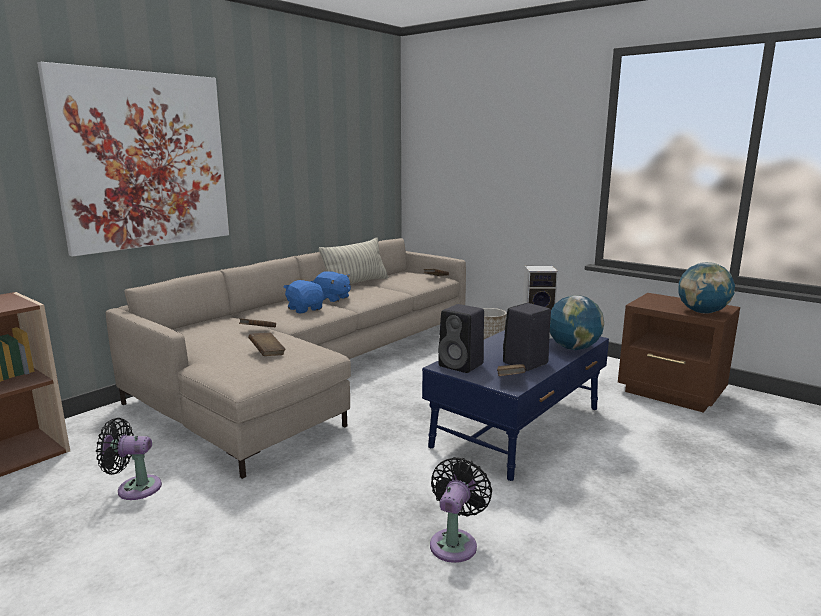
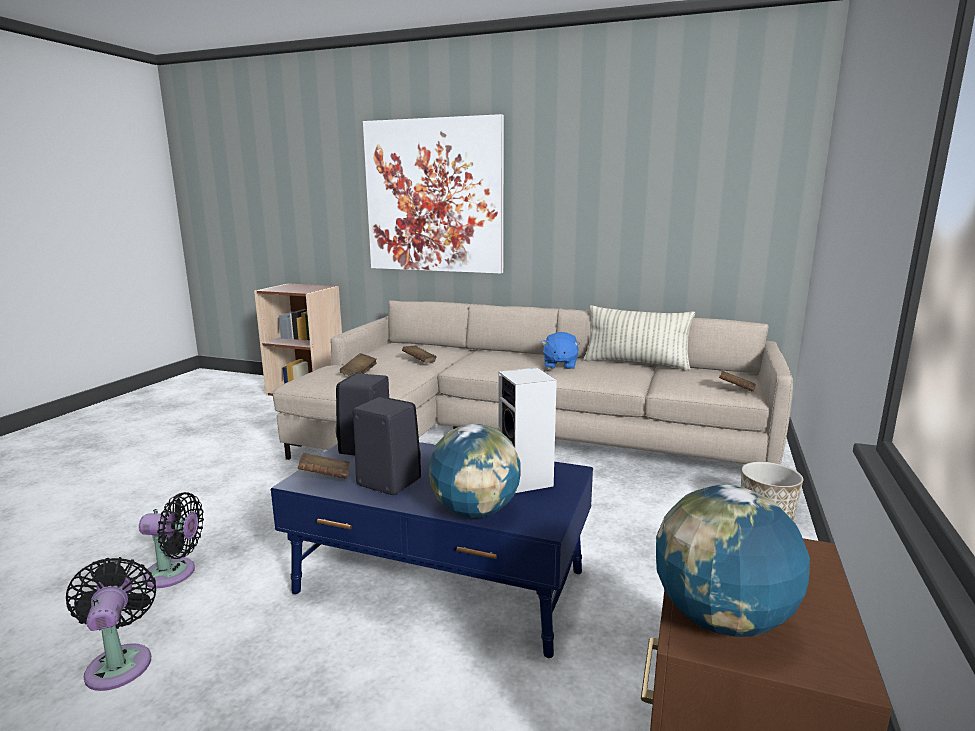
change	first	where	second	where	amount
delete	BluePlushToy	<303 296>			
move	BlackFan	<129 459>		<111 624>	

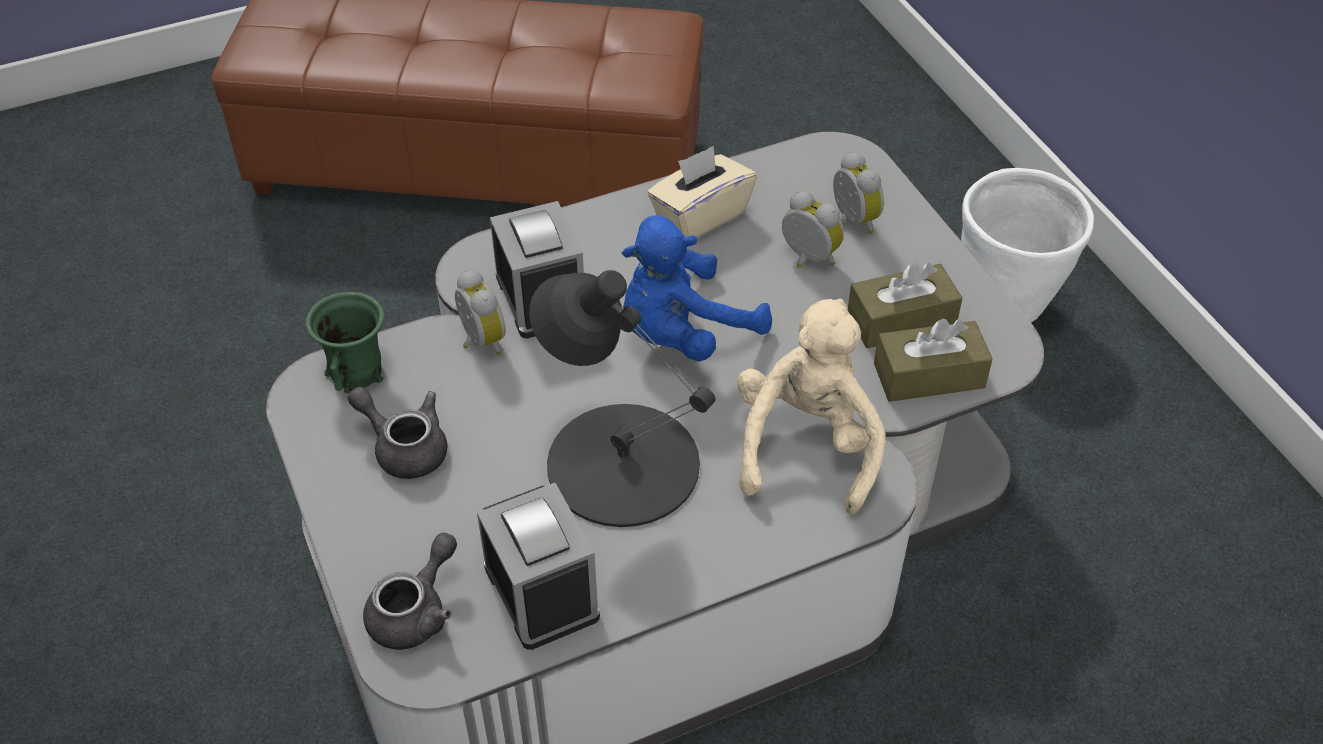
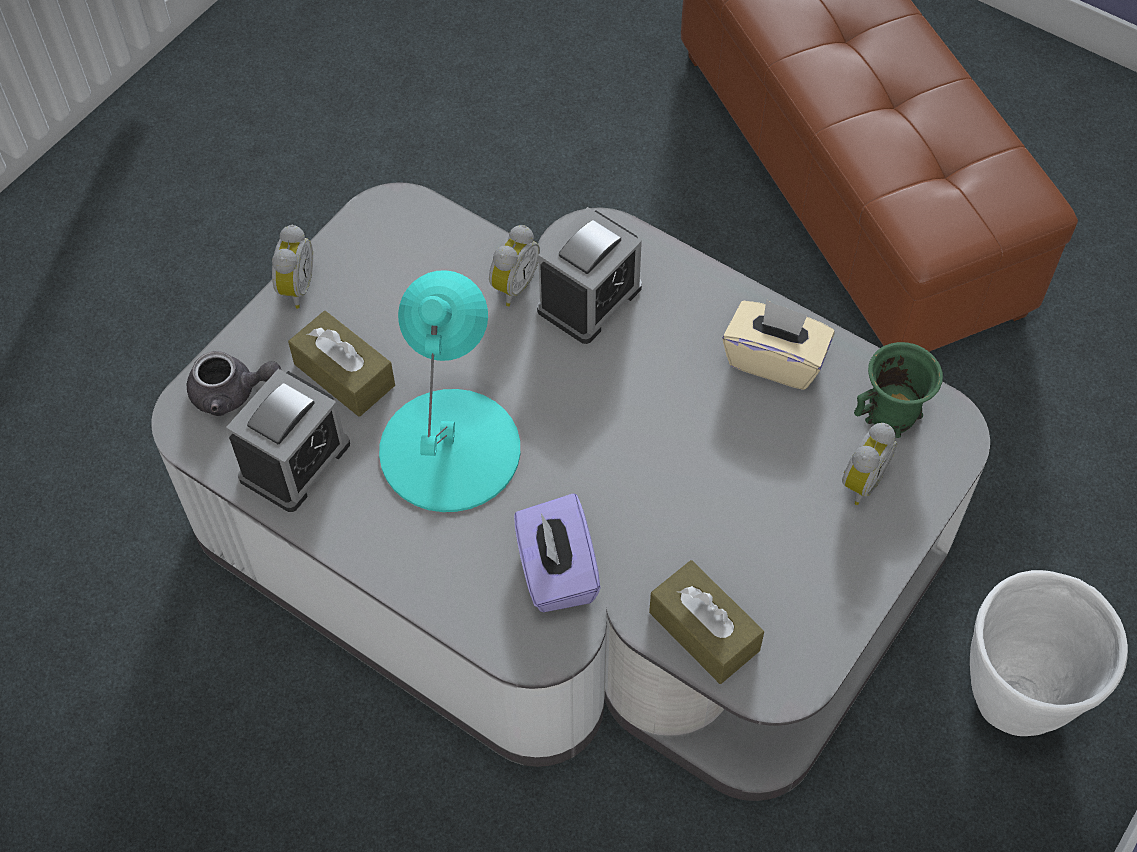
change	first	where	second	where	amount
move	AlarmClock	<813 229>		<292 267>	
delete	BluePlushToy	<697 288>			
move	BrownTissueBox	<905 305>		<341 364>	
recolor	BlackTableLamp	<622 398>	TurquoiseTableLamp	<449 391>	
move	GreenMug	<345 342>		<898 390>	
replace	BeigePlushToy	<811 407>	PurpleTissueBox	<557 552>	
delete	GreyTeapot	<397 433>			

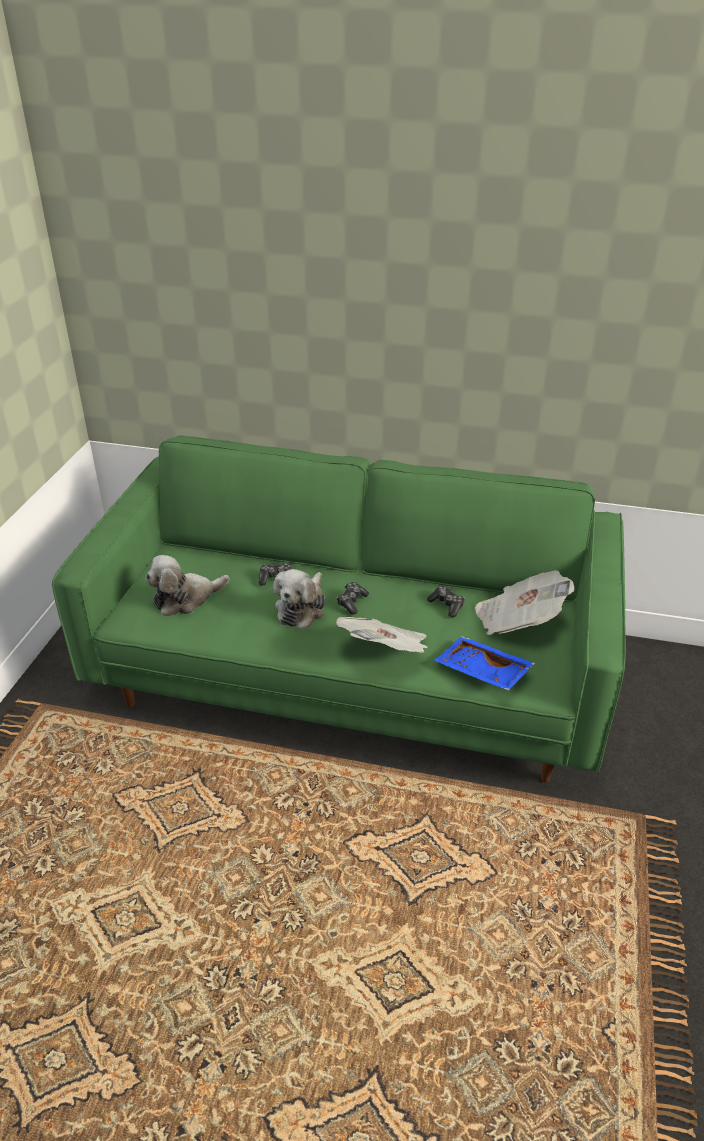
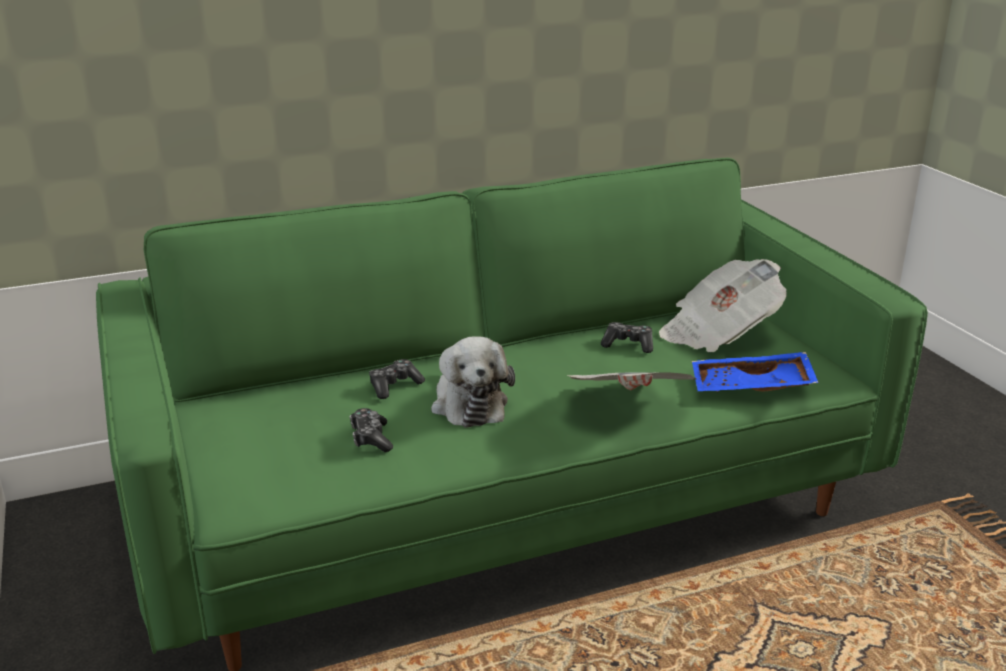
change	first	where	second	where	amount
delete	PlushToy	<187 585>			
move	GameController	<353 598>		<371 430>	

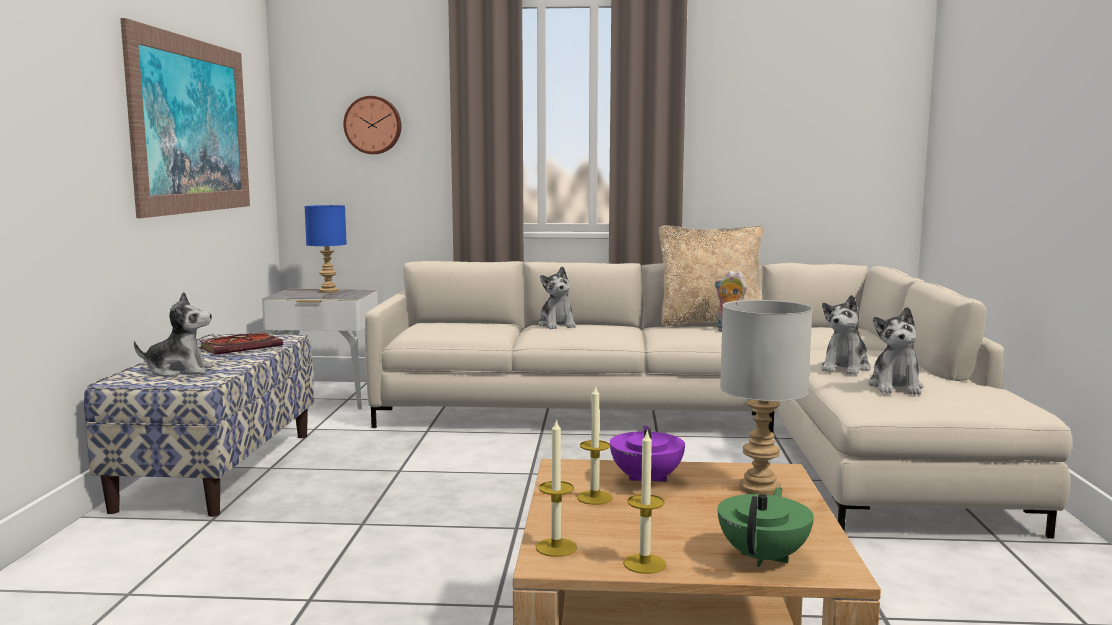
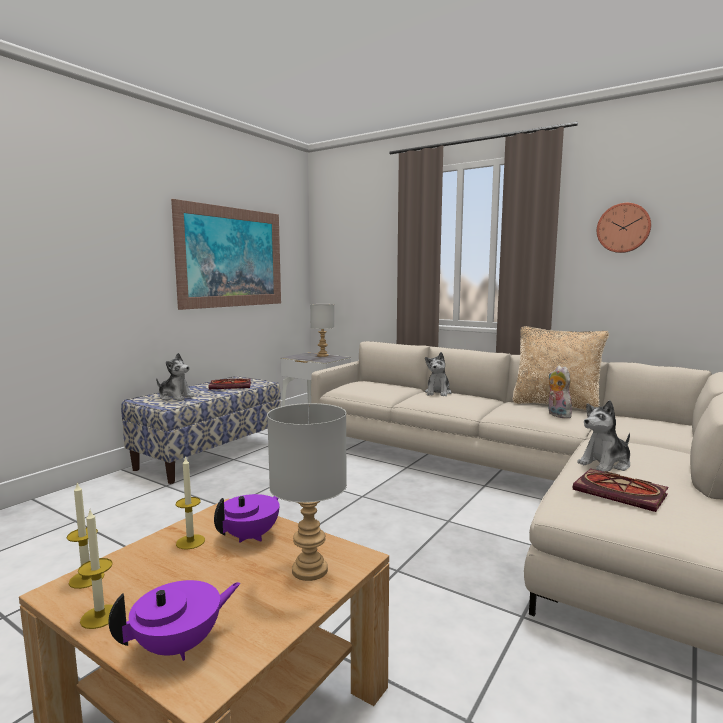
change	first	where	second	where	amount
move	WallClock	<372 125>		<624 228>	
recolor	BlueTableLamp	<325 249>	GreyTableLamp	<322 330>	
replace	PlushToy	<895 351>	Book	<621 490>	
recolor	GreenTeapot	<766 527>	PurpleTeapot	<174 620>	

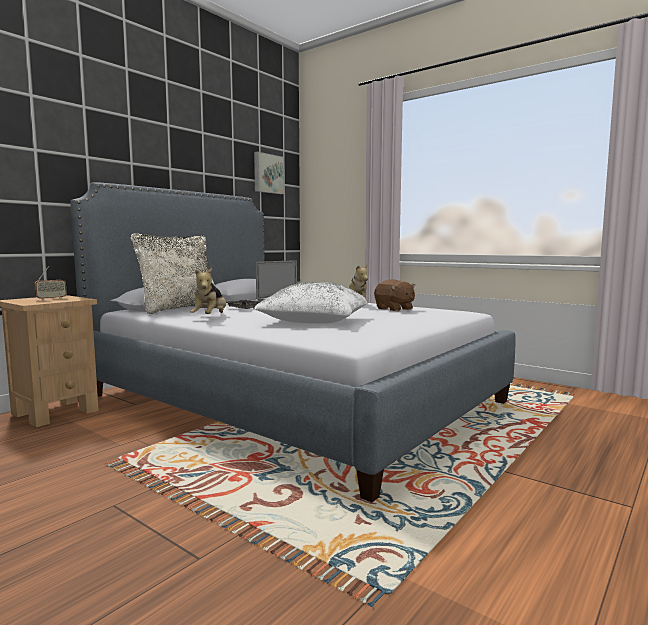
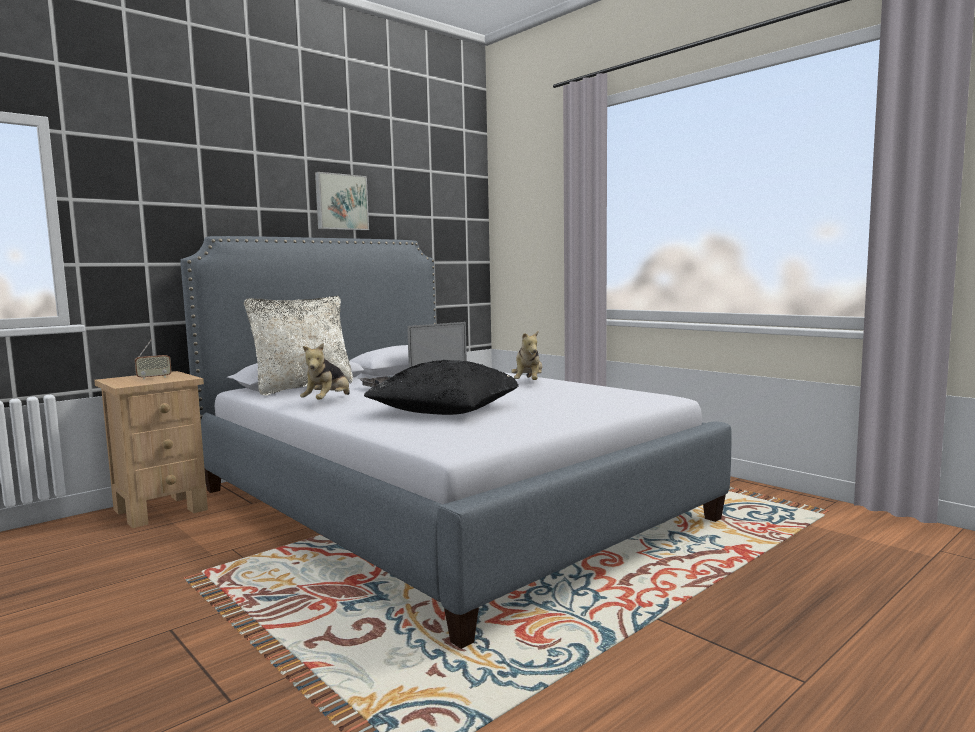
change	first	where	second	where	amount
move	Picture	<269 173>		<342 201>	
delete	BrownPlushToy	<394 295>			
recolor	WhitePillow	<310 302>	BlackPillow	<441 387>	

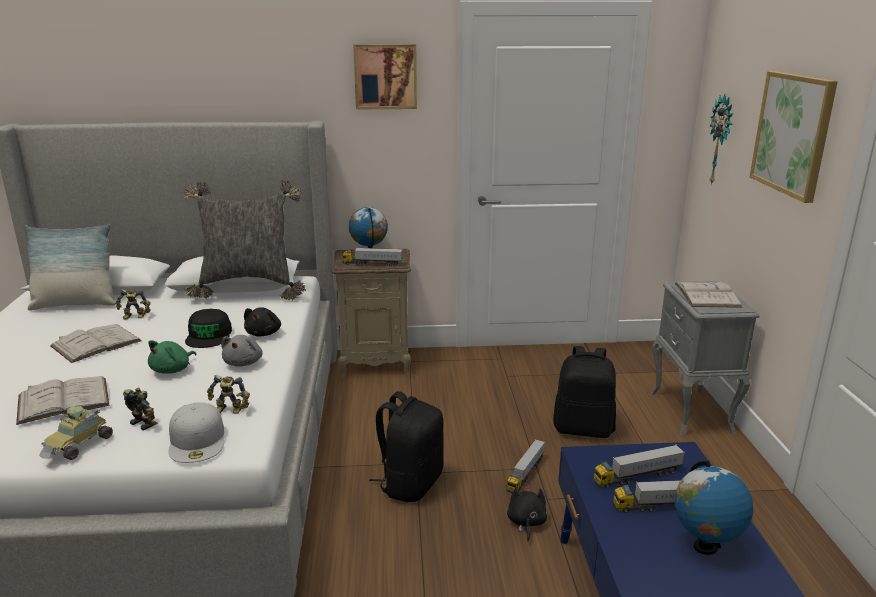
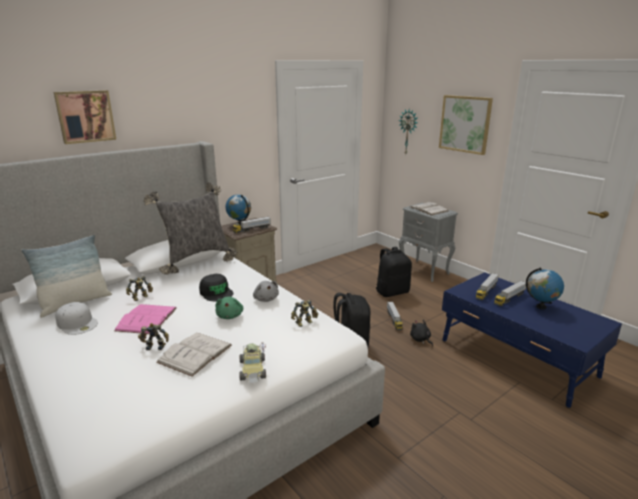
change	first	where	second	where	amount
move	Picture	<385 77>		<85 117>	
delete	BlackPlushToy	<262 321>			
recolor	WhiteBook	<96 343>	PinkBook	<145 319>	
move	ToyRobot	<140 409>		<153 336>	
move	WhiteCap	<196 432>		<77 318>	

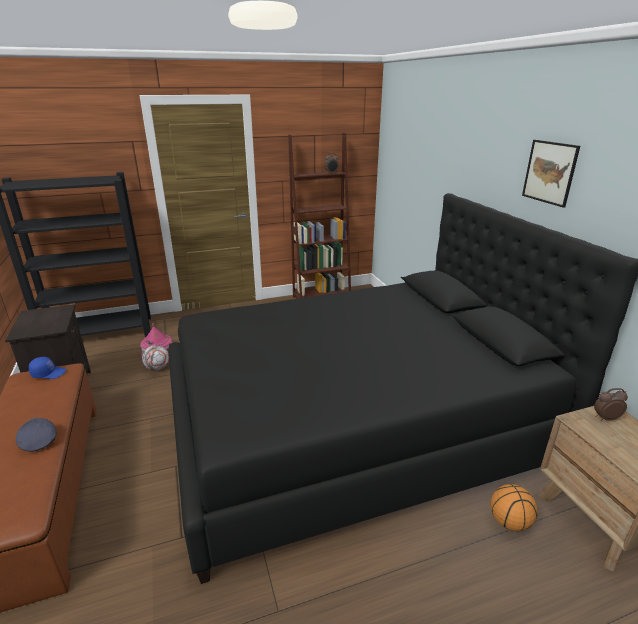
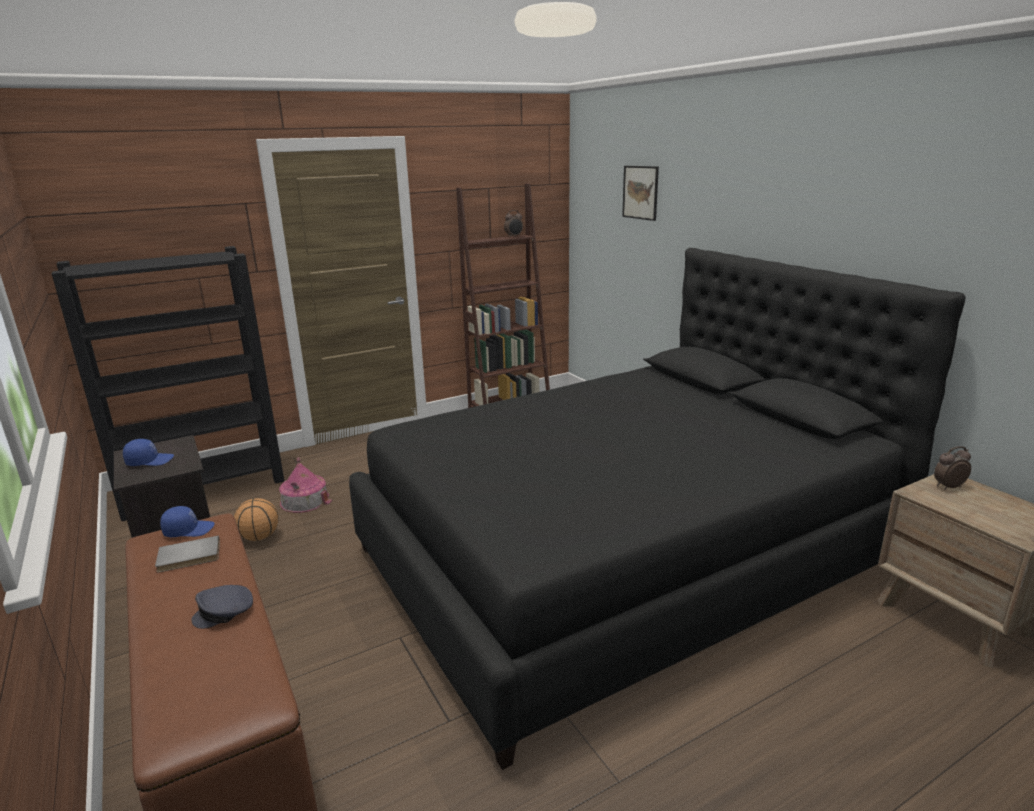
change	first	where	second	where	amount
move	Picture	<551 174>		<640 193>	
delete	Football	<155 358>			
rotate	GreyCap	<36 435>		<222 607>	75 degrees counterclockwise
move	Basketball	<514 507>		<256 519>	
insert			BlueCap	<148 452>	
insert			GreyBook	<187 553>	

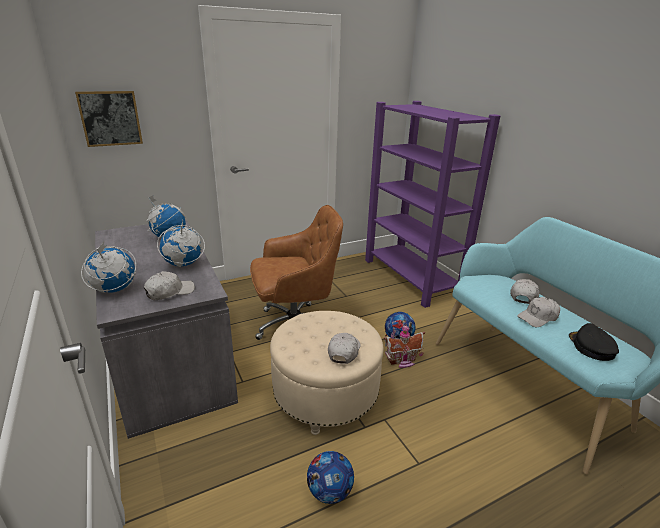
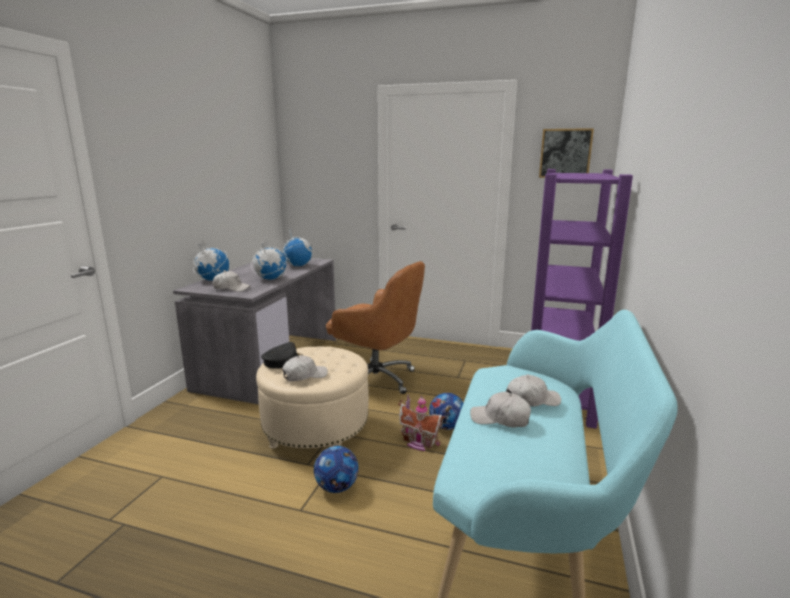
change	first	where	second	where	amount
move	Picture	<109 119>		<566 153>	
move	BlackCap	<594 342>		<282 355>	
move	Football	<330 477>		<336 469>	

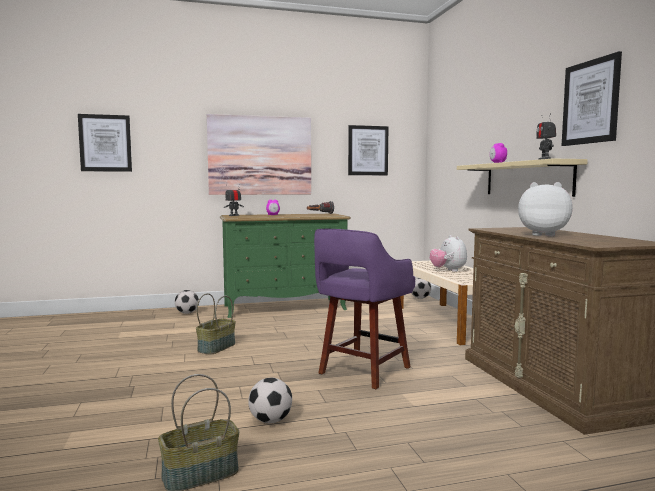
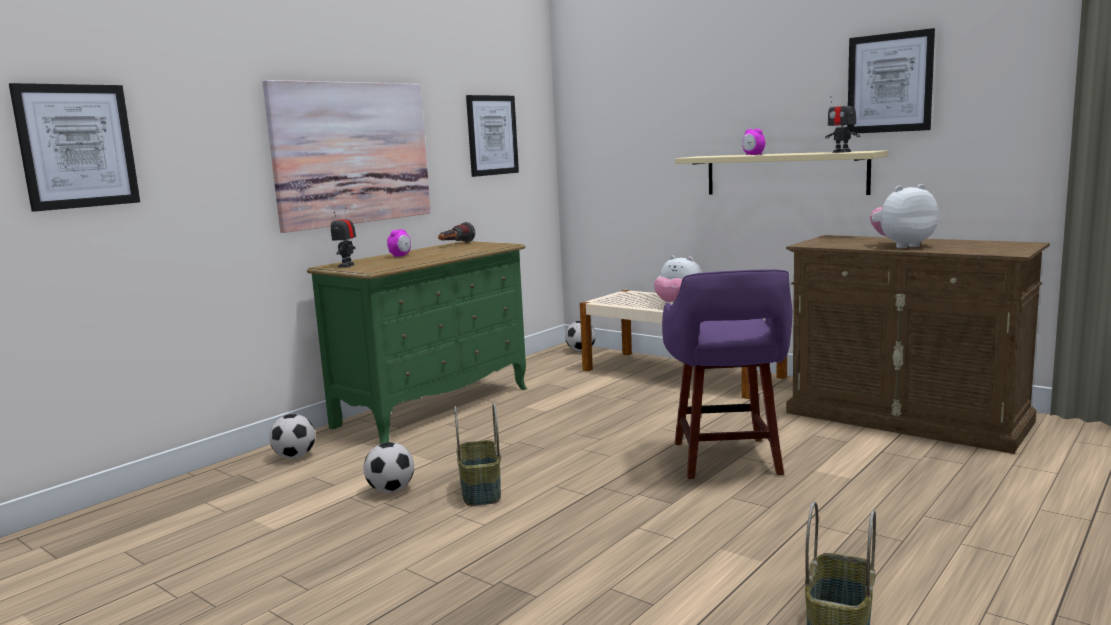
change	first	where	second	where	amount
move	Football	<270 400>		<389 467>	

